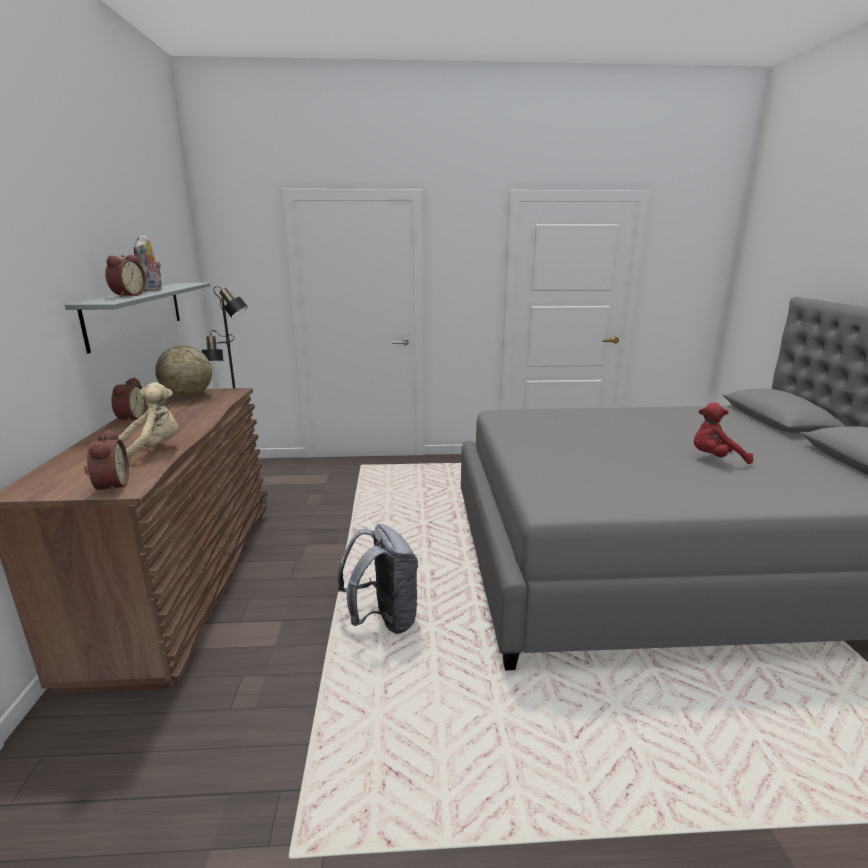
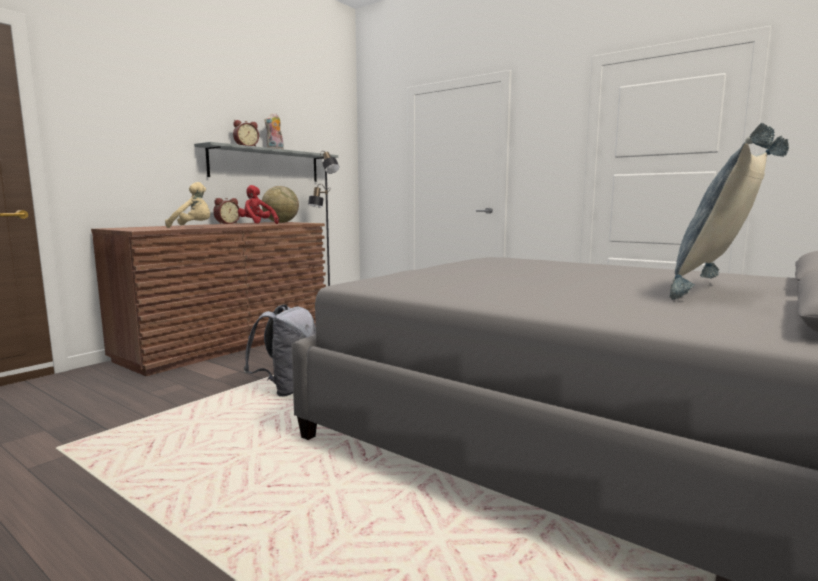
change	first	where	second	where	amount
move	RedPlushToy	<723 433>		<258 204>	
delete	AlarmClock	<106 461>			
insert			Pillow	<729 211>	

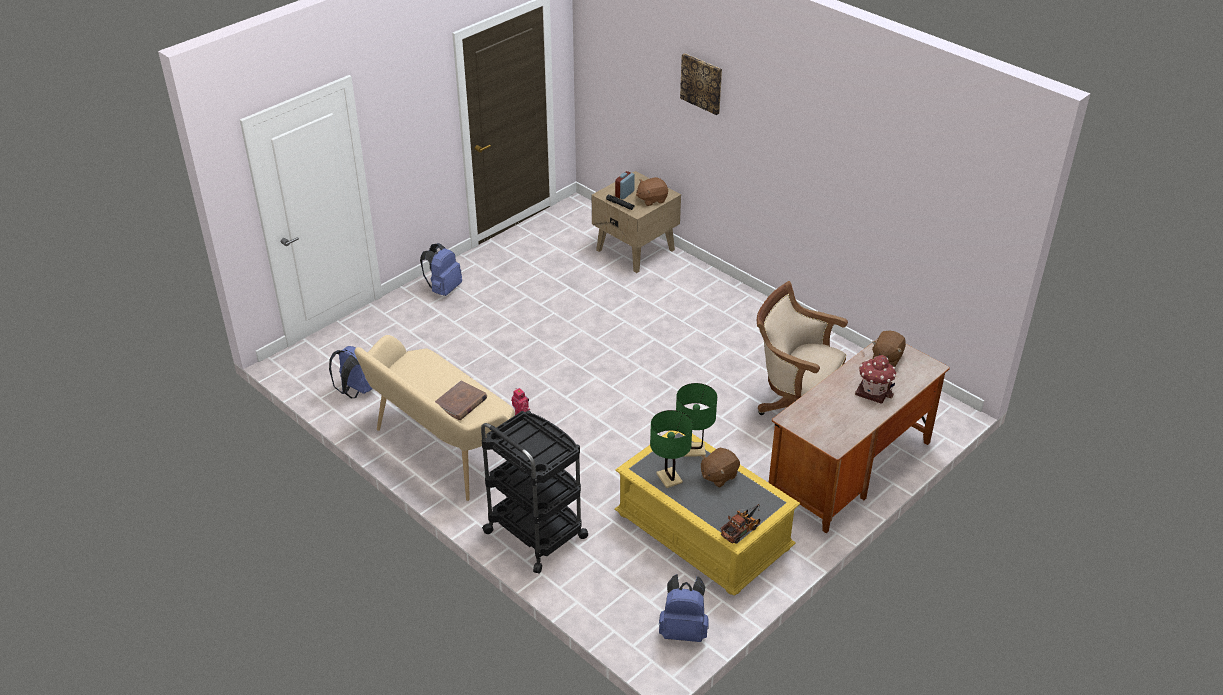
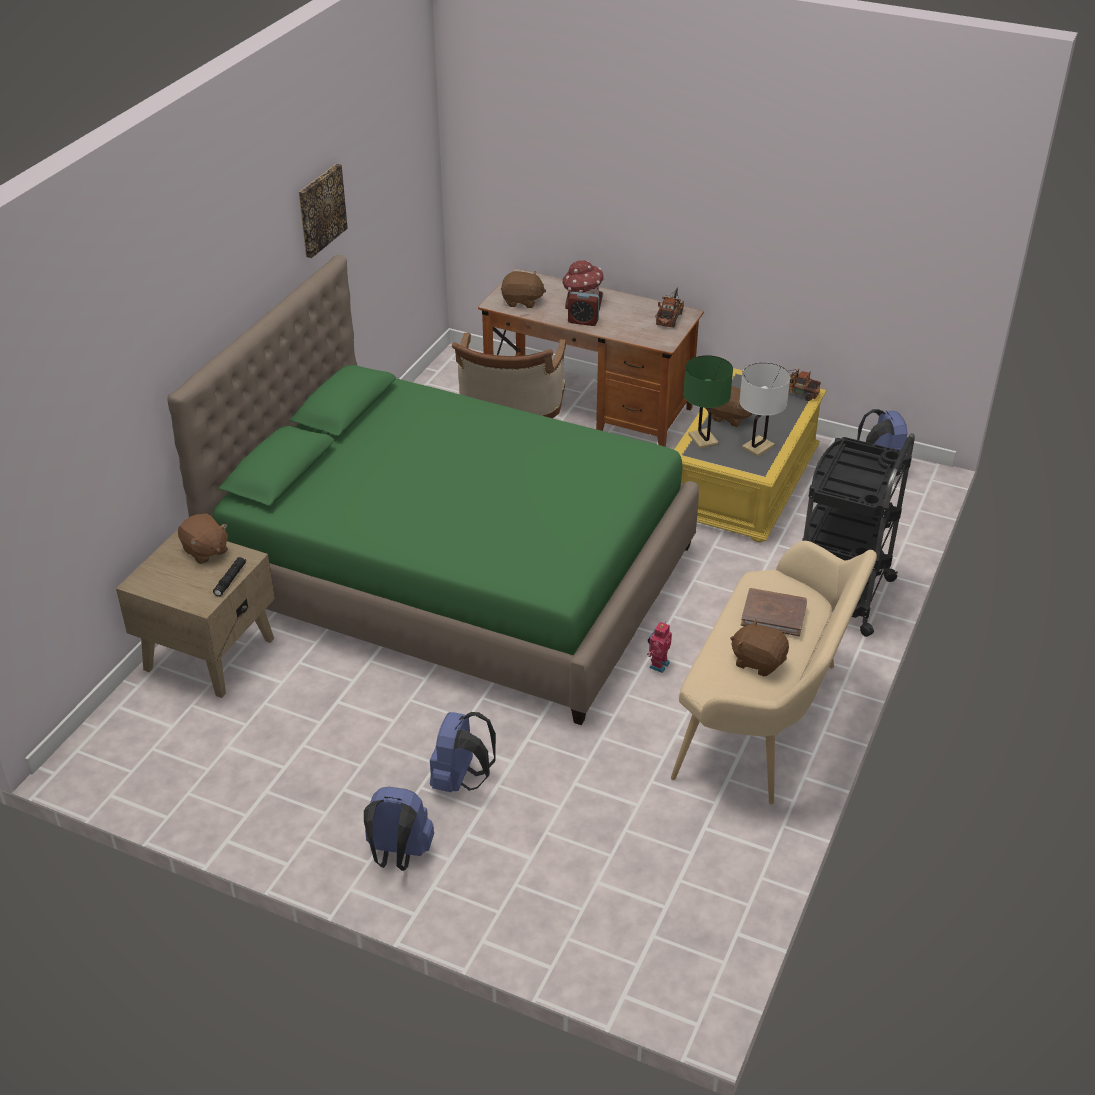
change	first	where	second	where	amount
move	Picture	<701 84>		<323 211>	
move	AlarmClock	<625 185>		<583 309>	
move	BlueBackpack	<351 372>		<463 752>	
recolor	GreenTableLamp	<671 449>	WhiteTableLamp	<764 410>	
insert			GreenBed	<433 490>	
insert			ToyTruck	<669 307>	
insert			BrownPlushToy	<759 648>	

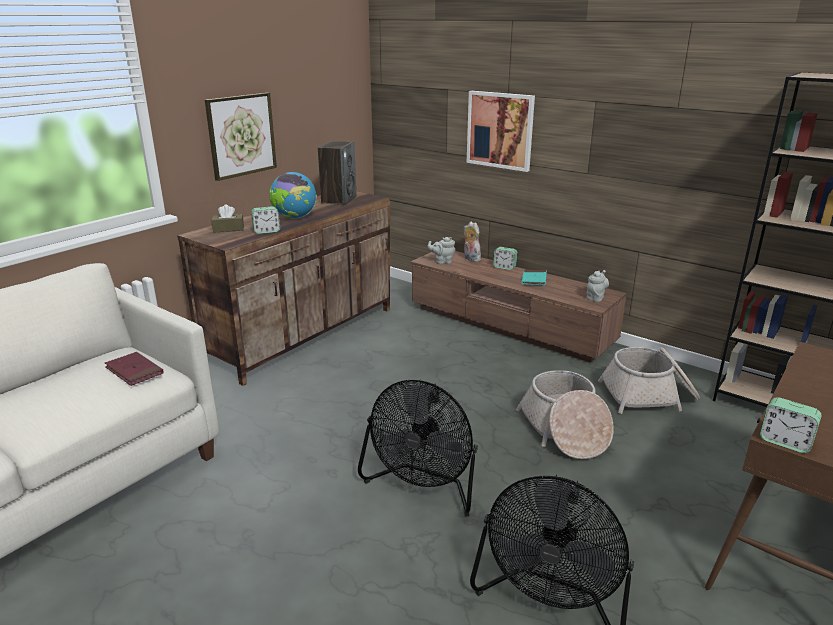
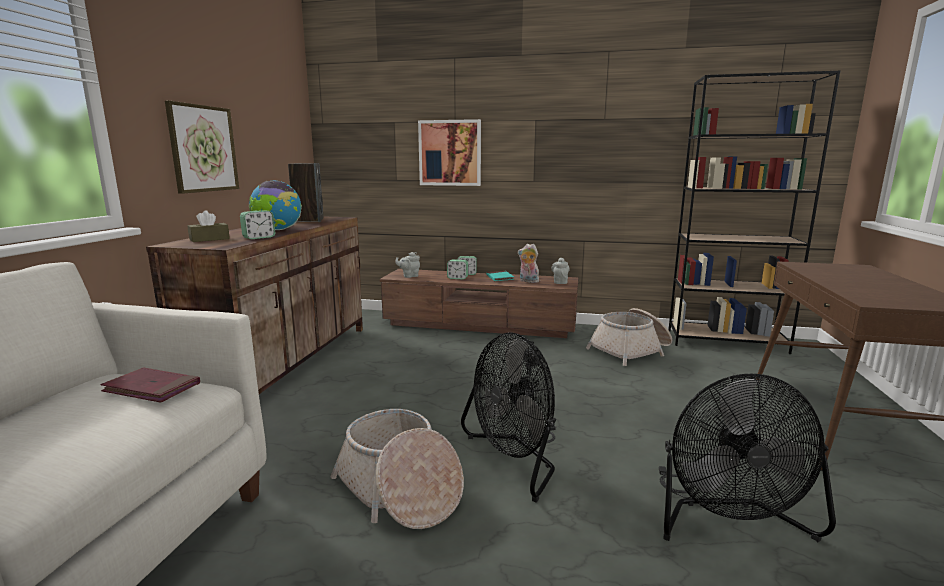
change	first	where	second	where	amount
move	PlushToy	<473 241>		<528 263>	
move	Basket	<565 414>		<397 469>	
rotate	BlackFan	<418 448>		<509 418>	60 degrees clockwise
move	AlarmClock	<791 425>		<457 269>	

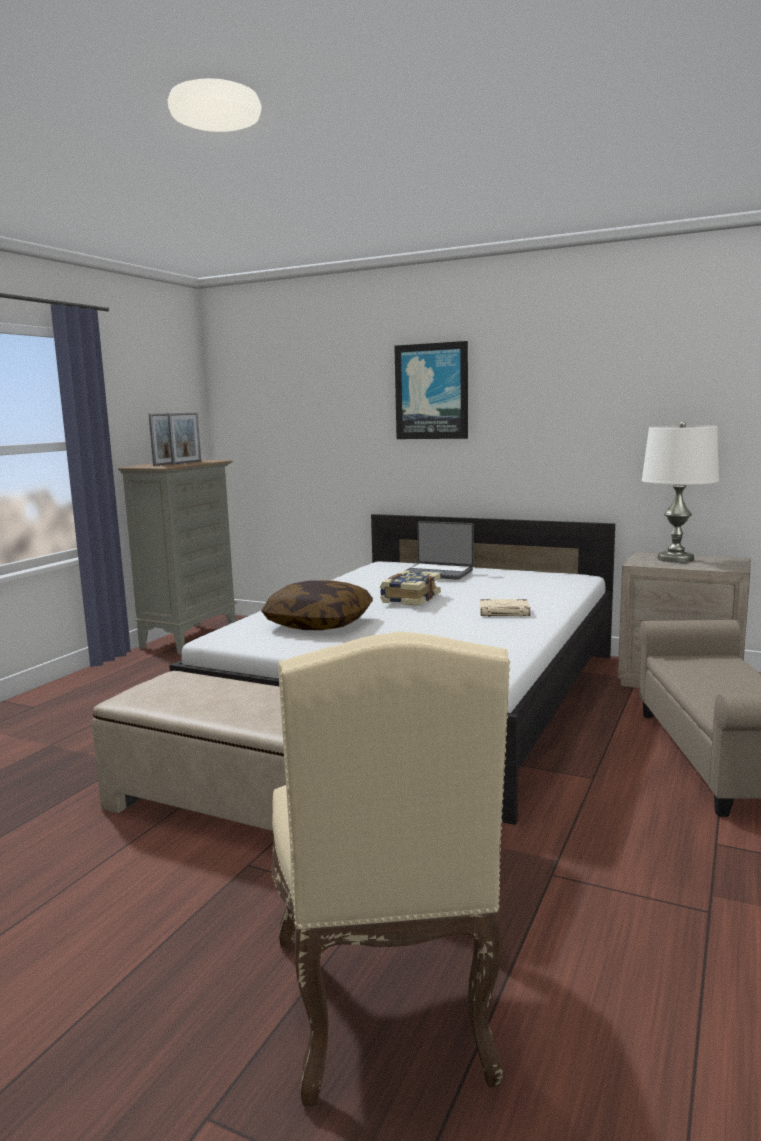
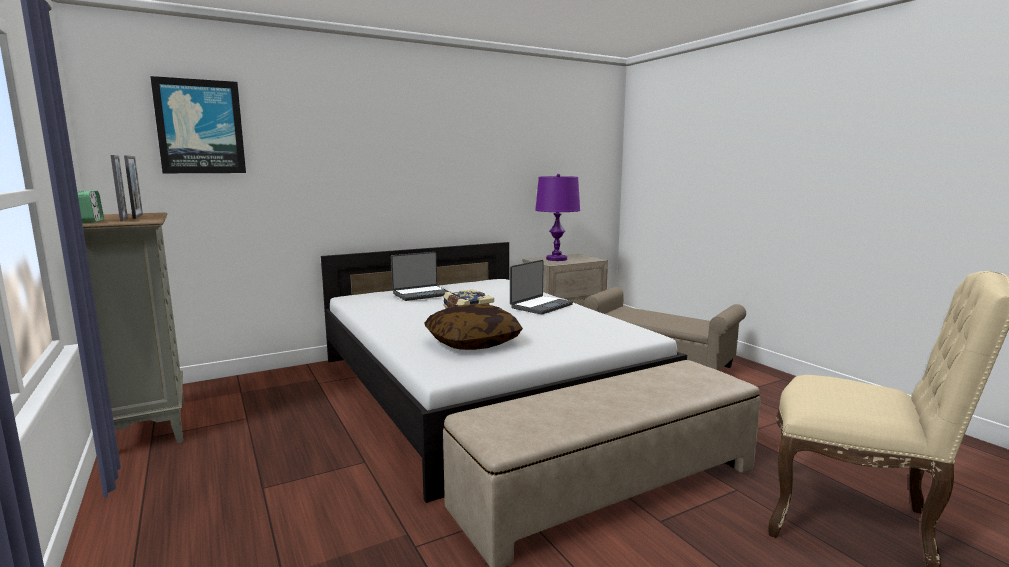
change	first	where	second	where	amount
move	Picture	<431 390>		<198 124>	
recolor	WhiteTableLamp	<680 492>	PurpleTableLamp	<557 217>	
replace	BeigeBook	<505 607>	Laptop	<541 287>	
insert			AlarmClock	<90 207>	

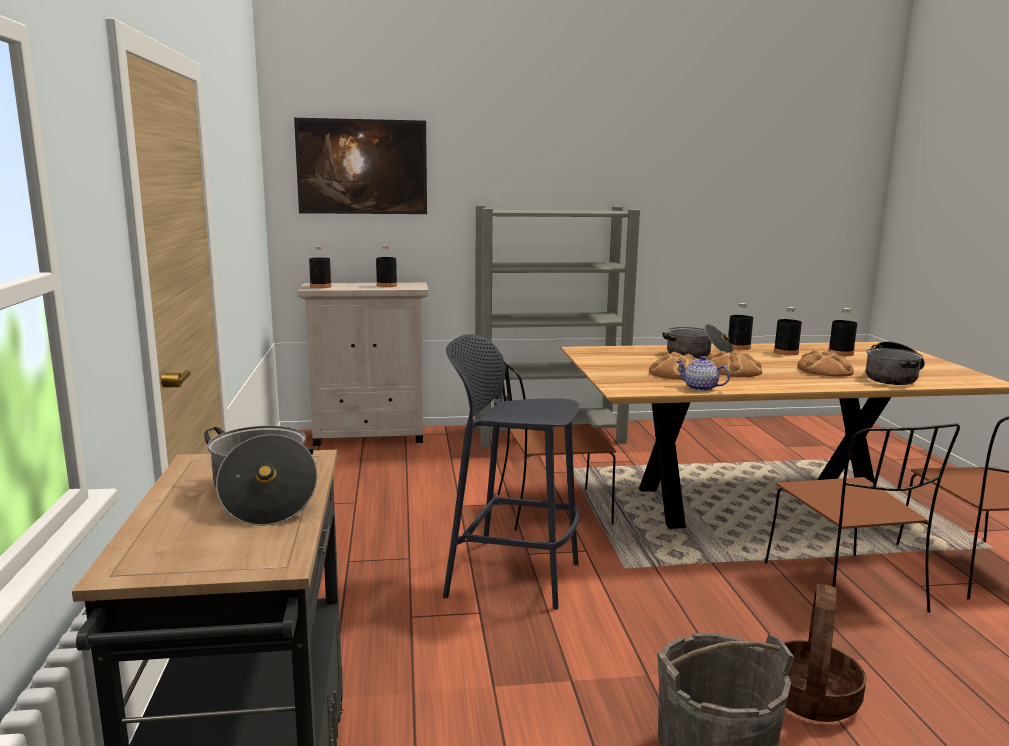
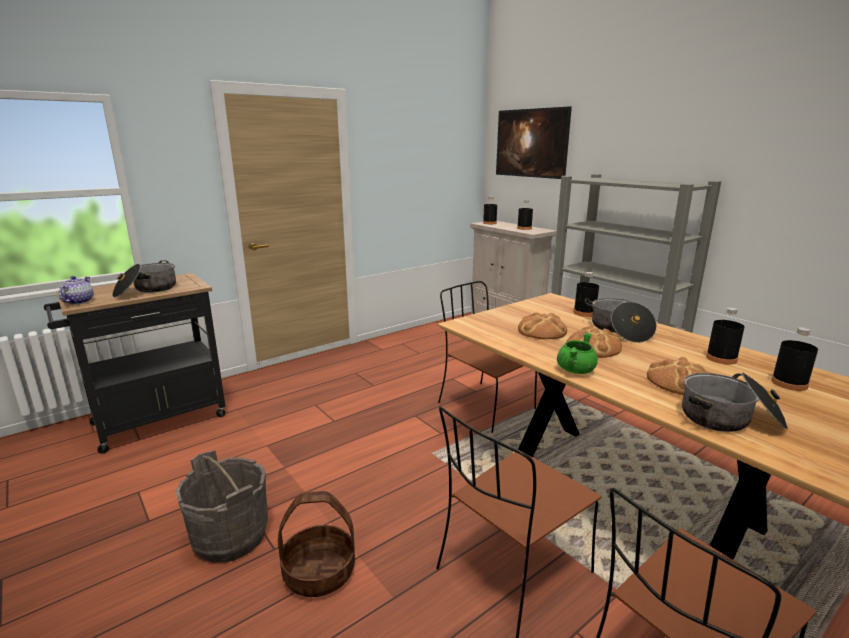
change	first	where	second	where	amount
move	BlackBottle	<740 326>		<586 294>	
delete	GreyStool	<511 472>			
move	Teapot	<703 373>		<75 290>	
insert			GreenCookingPot	<577 353>	

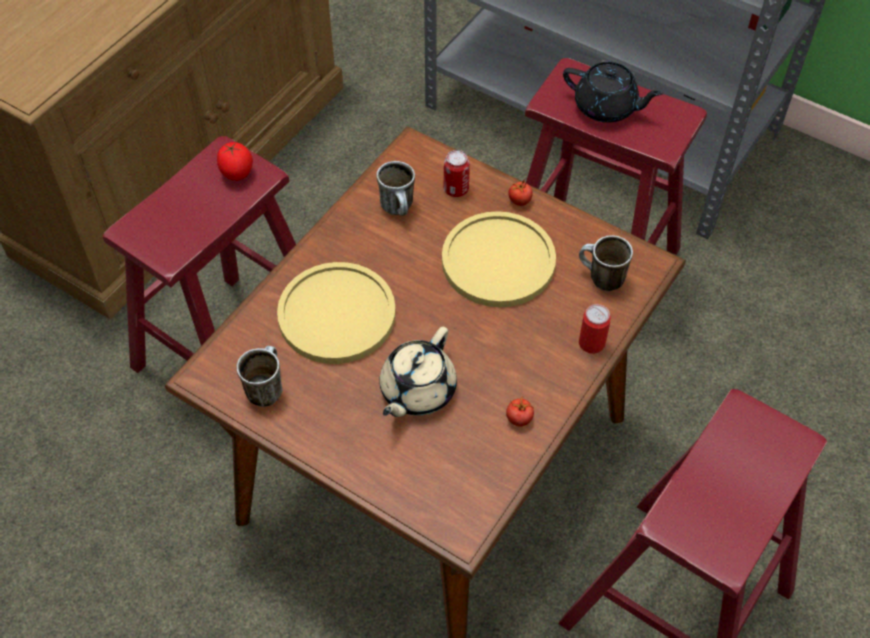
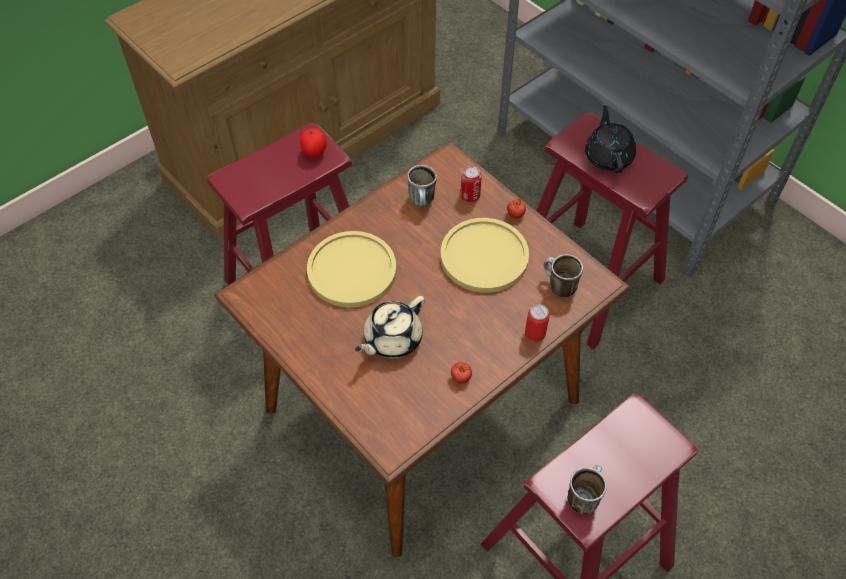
change	first	where	second	where	amount
rotate	BlackTeapot	<613 92>		<610 139>	135 degrees counterclockwise
move	Mug	<259 376>		<587 489>	

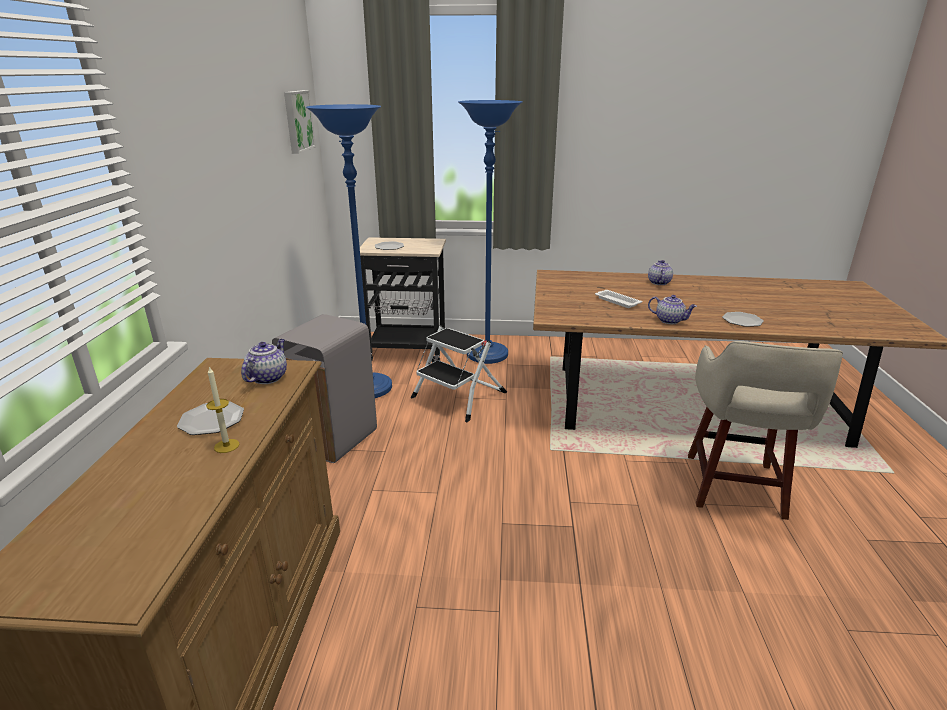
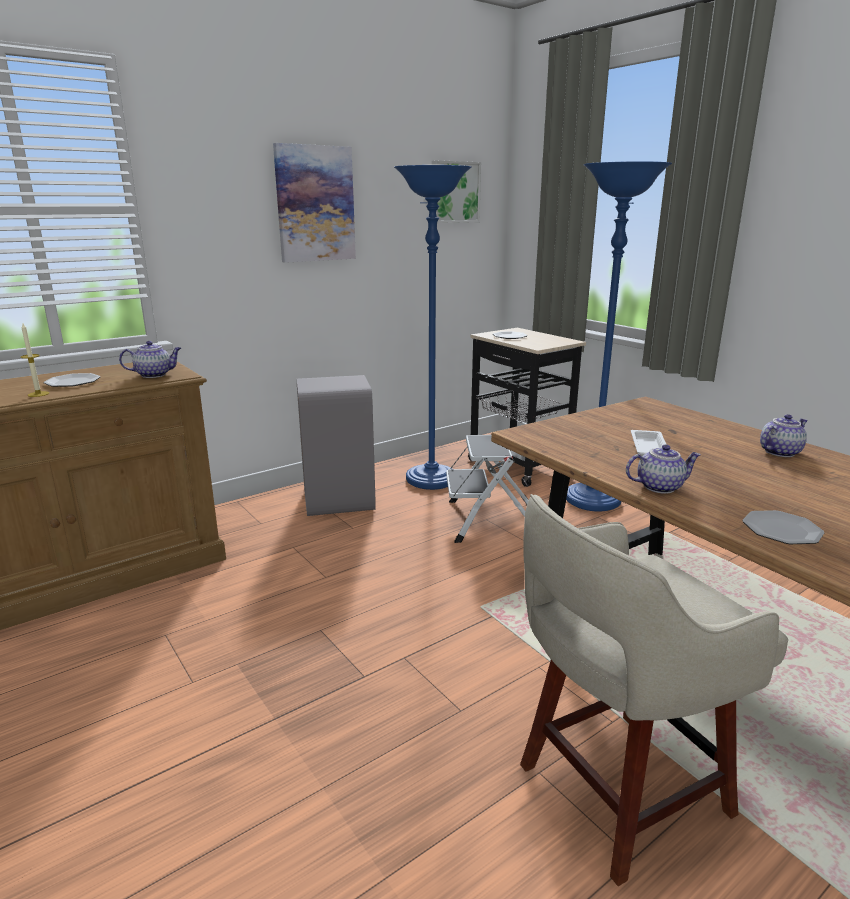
change	first	where	second	where	amount
rotate	Teapot	<672 309>		<663 469>	90 degrees counterclockwise
insert			Picture	<314 203>	

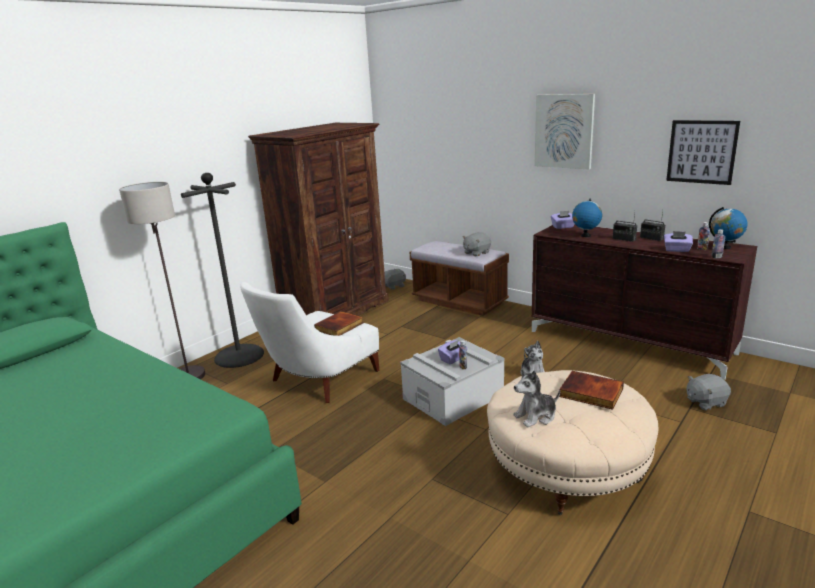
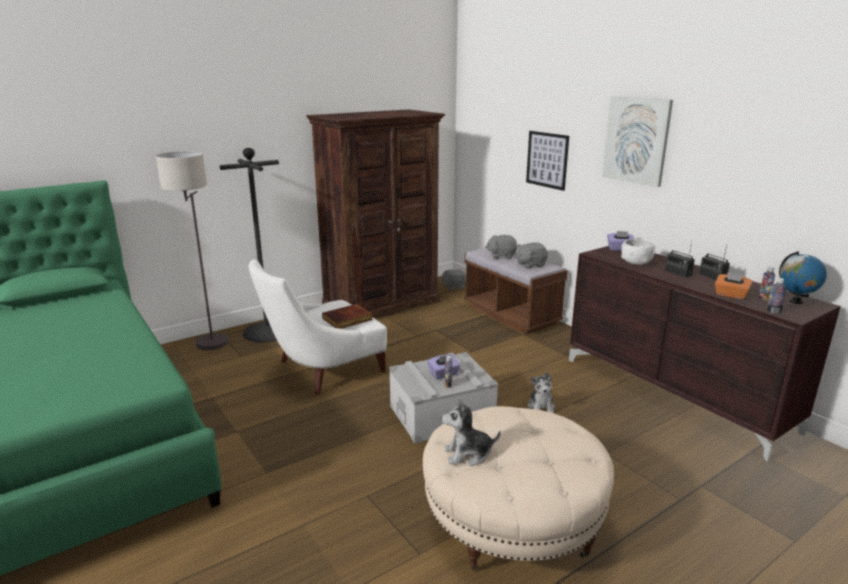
change	first	where	second	where	amount
move	Picture	<703 152>		<547 161>	
replace	Globe	<587 218>	WhiteBowl	<638 252>	
recolor	PurpleTissueBox	<678 241>	OrangeTissueBox	<734 286>	
delete	Book	<591 390>			
move	GreyPlushToy	<709 392>		<501 247>	

